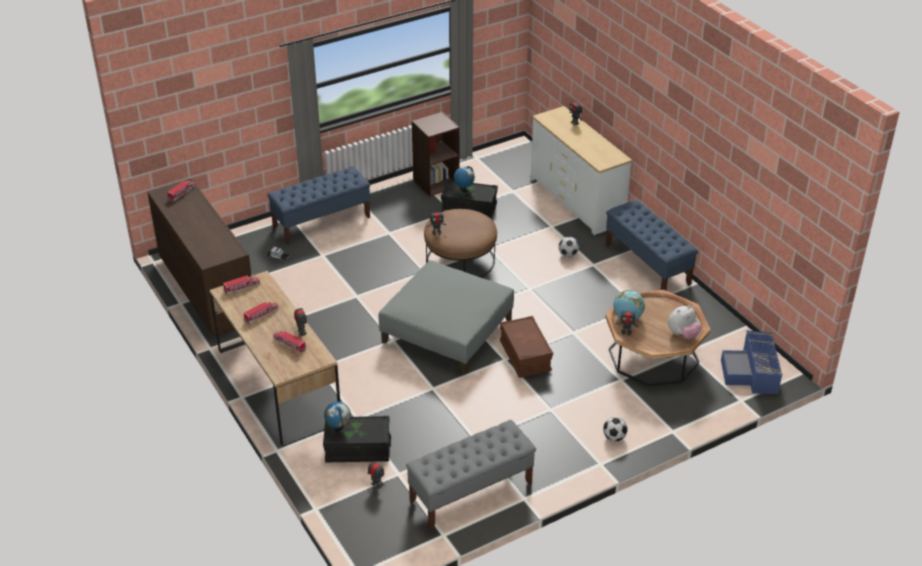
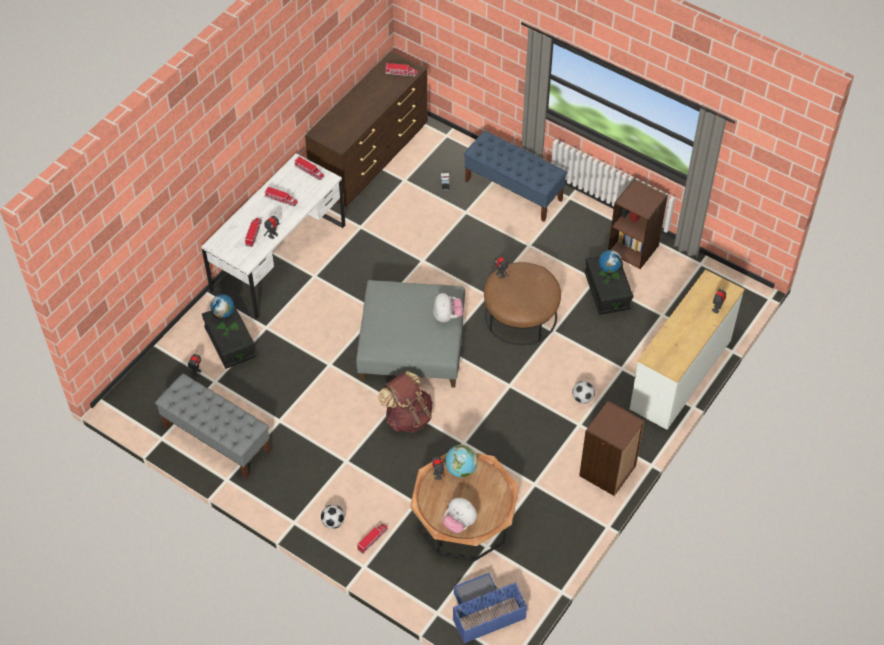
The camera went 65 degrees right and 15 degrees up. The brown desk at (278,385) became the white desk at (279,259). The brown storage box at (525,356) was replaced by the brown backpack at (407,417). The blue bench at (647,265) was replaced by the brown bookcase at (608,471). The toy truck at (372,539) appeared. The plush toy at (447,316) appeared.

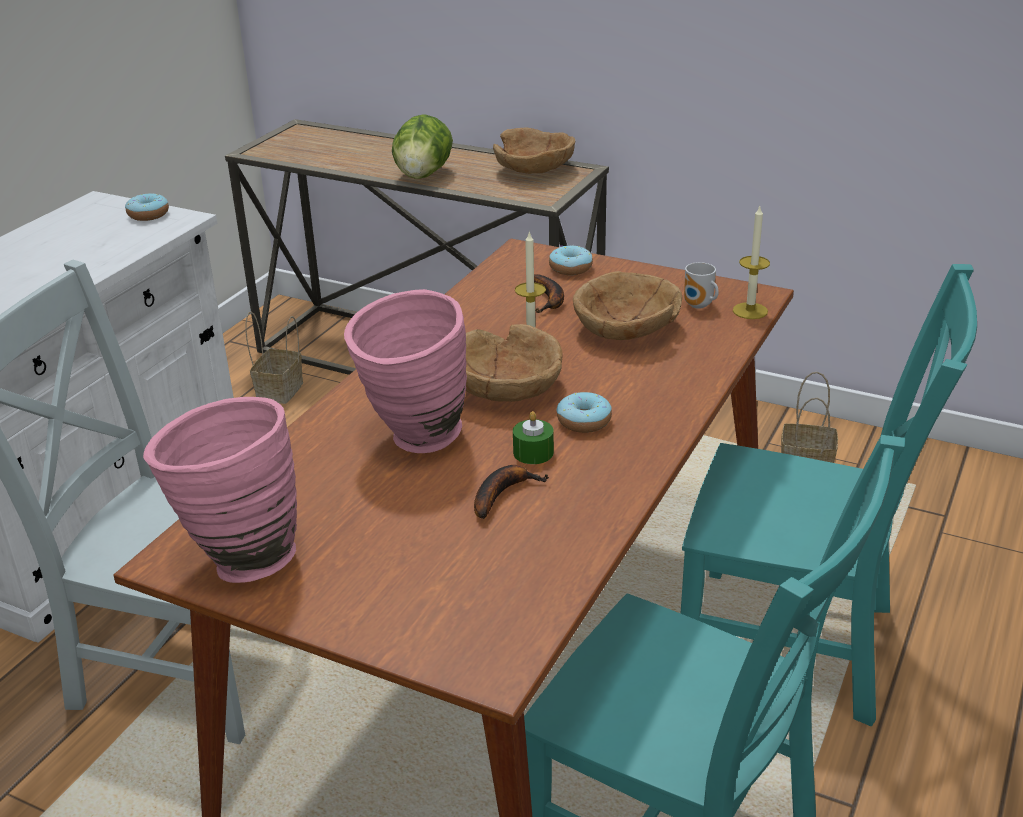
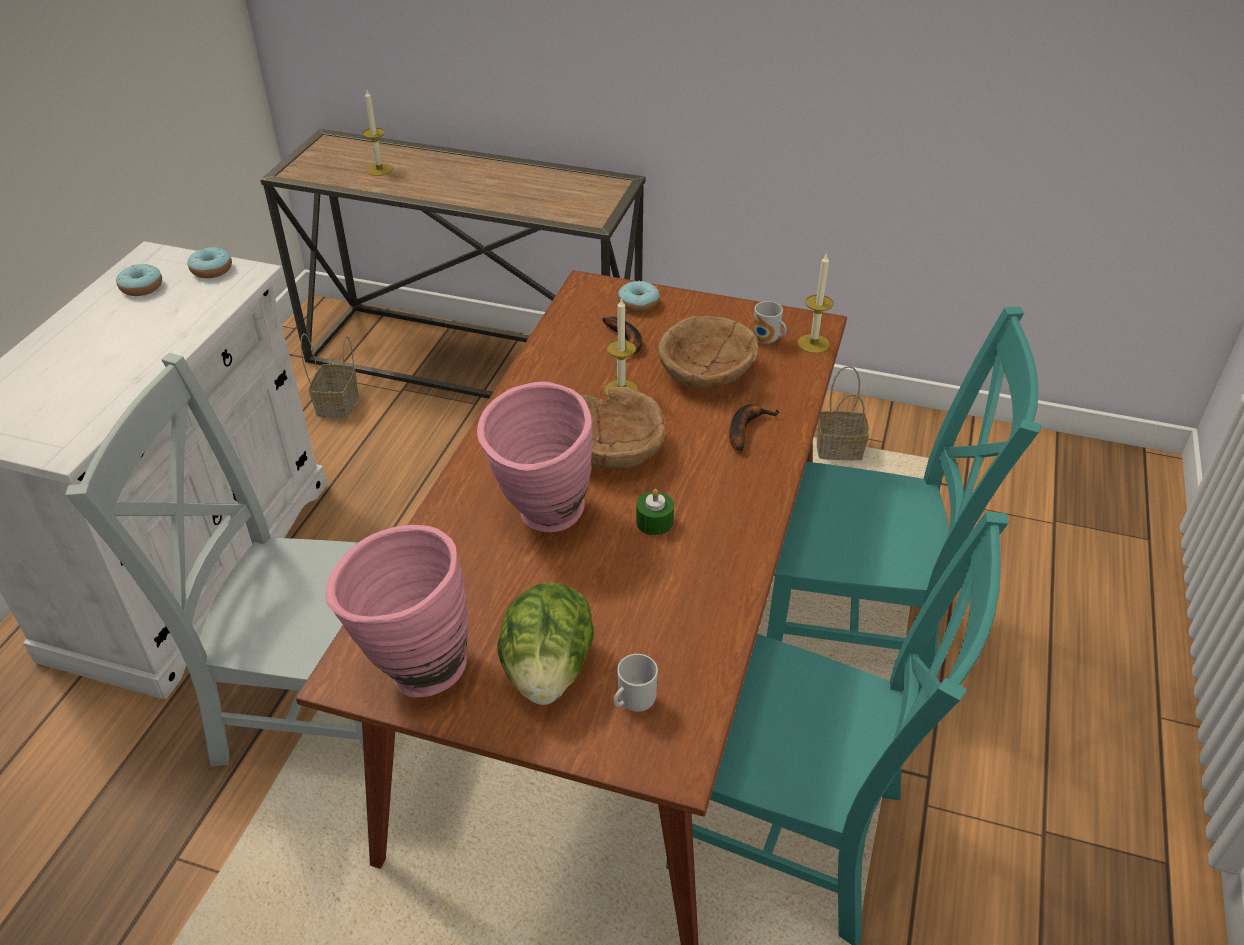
The camera went 10 degrees left and 10 degrees up. The lettuce moved from (423,175) to (548,671). The banana moved from (502,494) to (745,428). The brown bowl at (534,168) disappeared. The donut moved from (584,421) to (141,287). The candle at (379,169) appeared. The mug at (633,702) appeared.

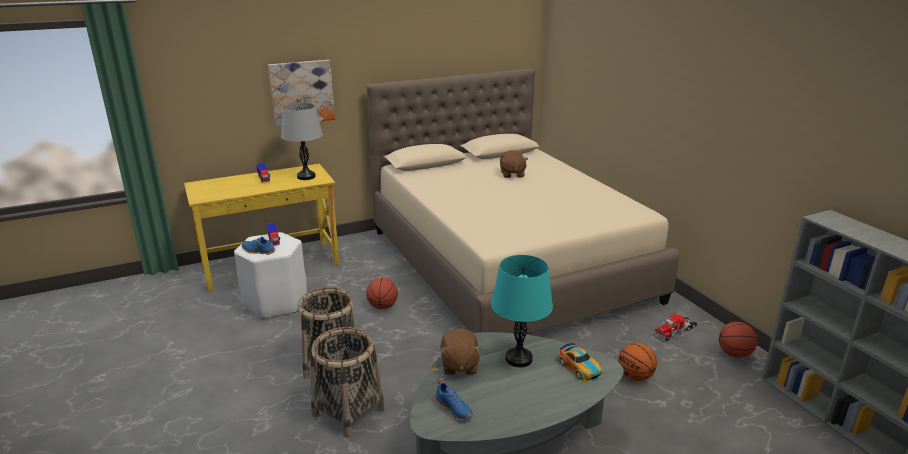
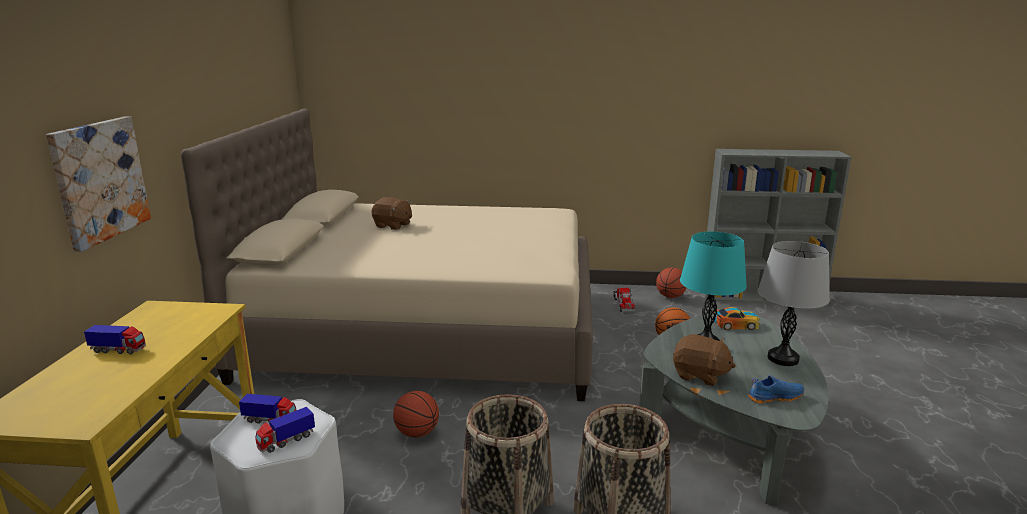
The camera went 60 degrees left and 5 degrees down. The blue shoe at (258,251) was replaced by the toy truck at (286,441). The grey table lamp moved from (306,177) to (783,358).

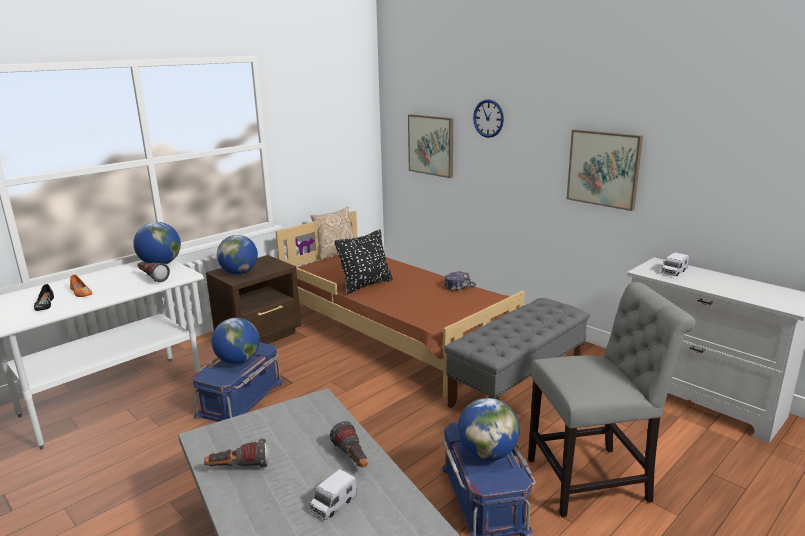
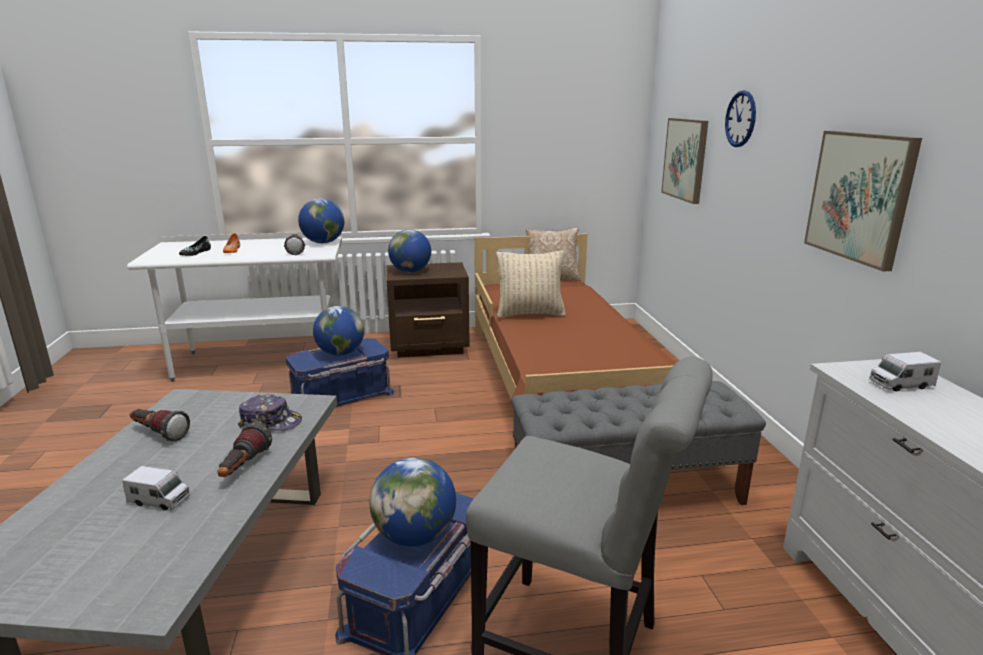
The camera went 35 degrees right and 0 degrees up. The toy truck at (333,504) turned 150 degrees counterclockwise. The black pillow at (365,285) became the beige pillow at (530,314). The cap moved from (459,286) to (271,422).

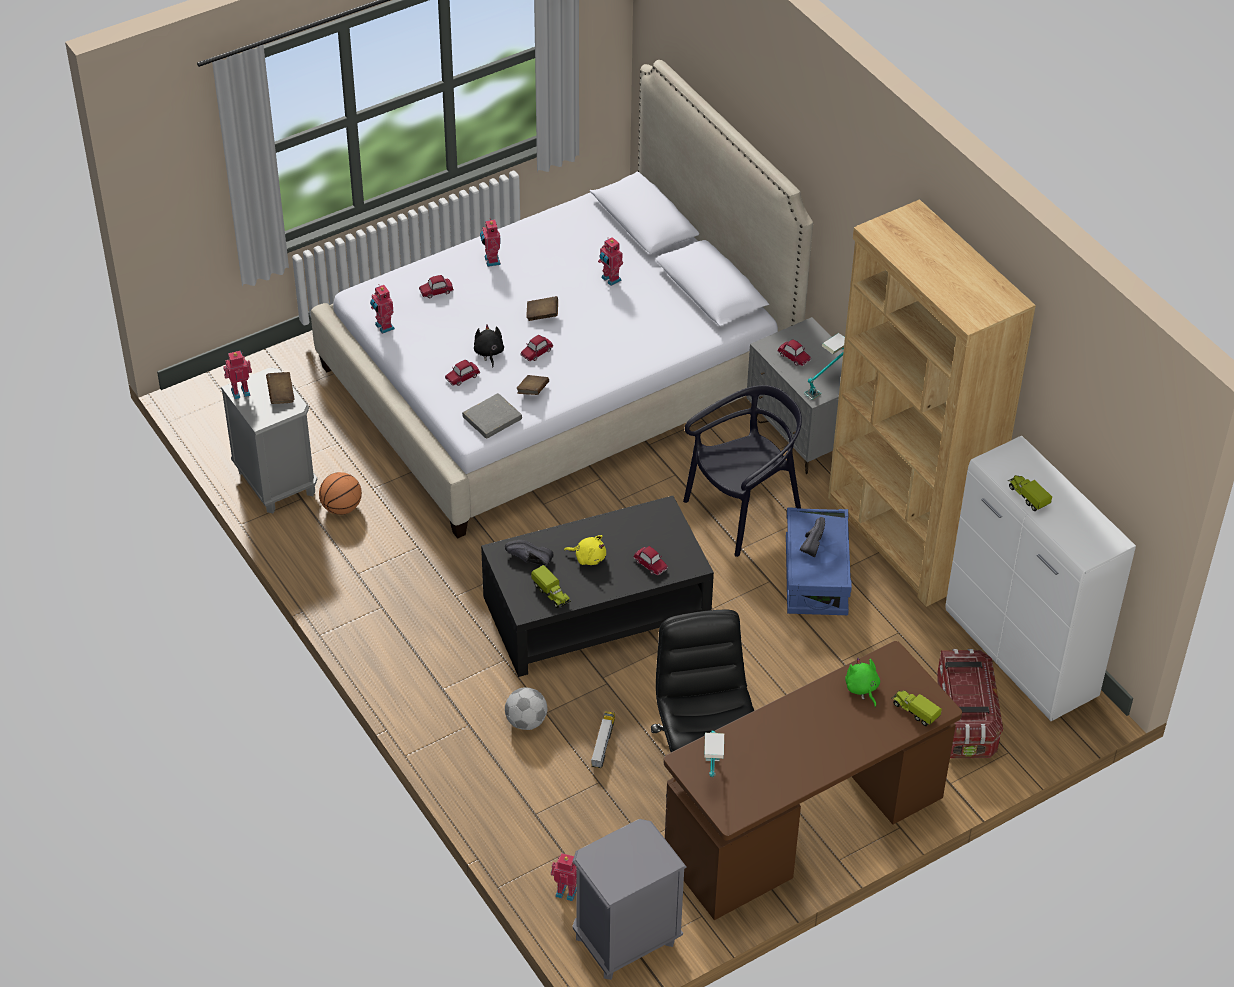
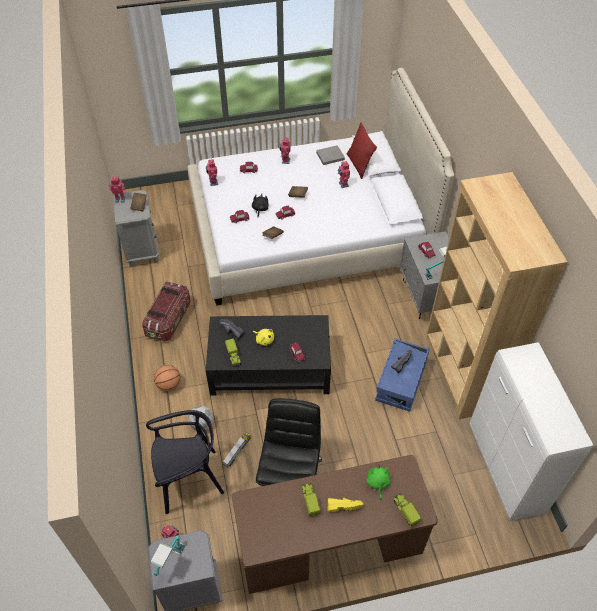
The camera went 20 degrees right and 5 degrees up. The basketball moved from (341,508) to (169,385). The grey book moved from (492,419) to (330,156). The black chair moved from (743,512) to (189,479). The table lamp moved from (712,774) to (171,563). The storage box moved from (965,719) to (169,319). The toy truck moved from (1027,497) to (310,501). The yellow shoe at (343,505) appeared. The red pillow at (359,165) appeared.

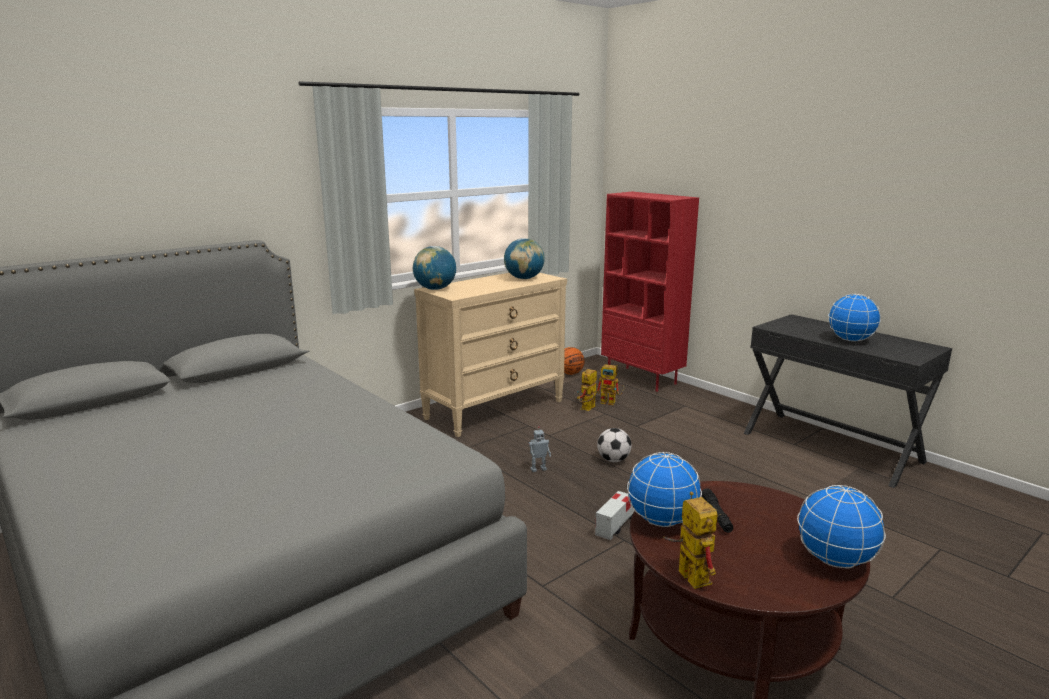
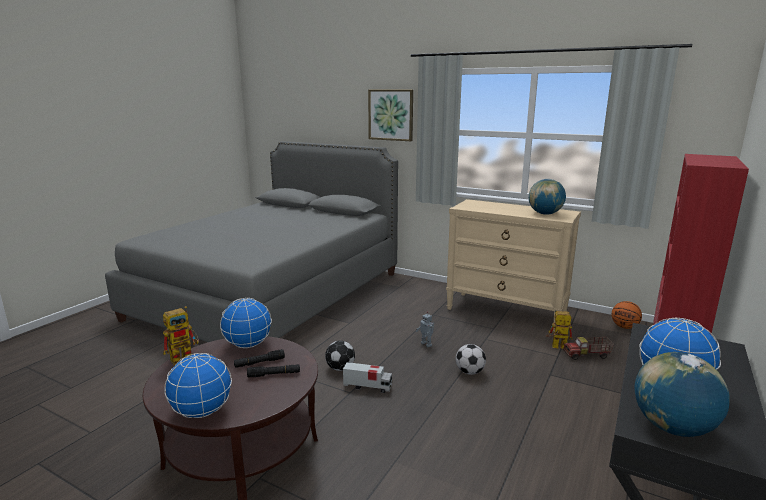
The camera went 70 degrees right and 0 degrees up. The globe moved from (435,289) to (672,427). The toy robot at (611,402) was replaced by the toy truck at (587,355). The black flashlight at (274,374) appeared. The football at (340,368) appeared. The picture at (391,115) appeared.

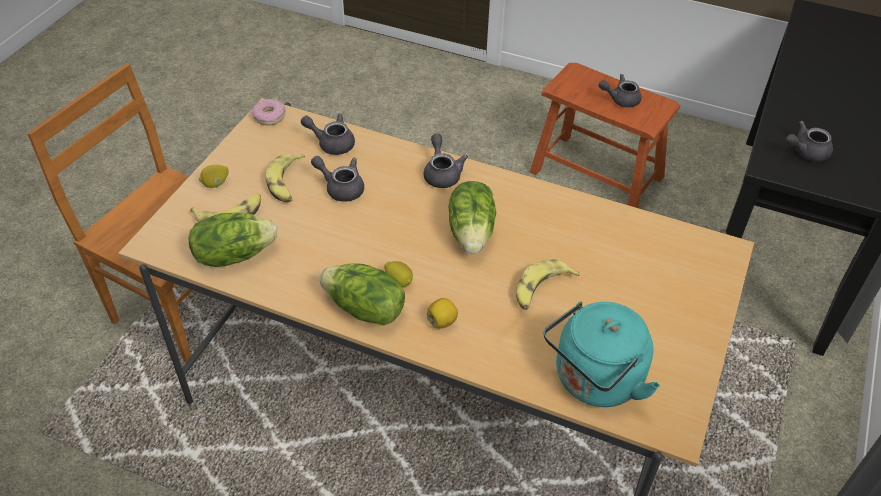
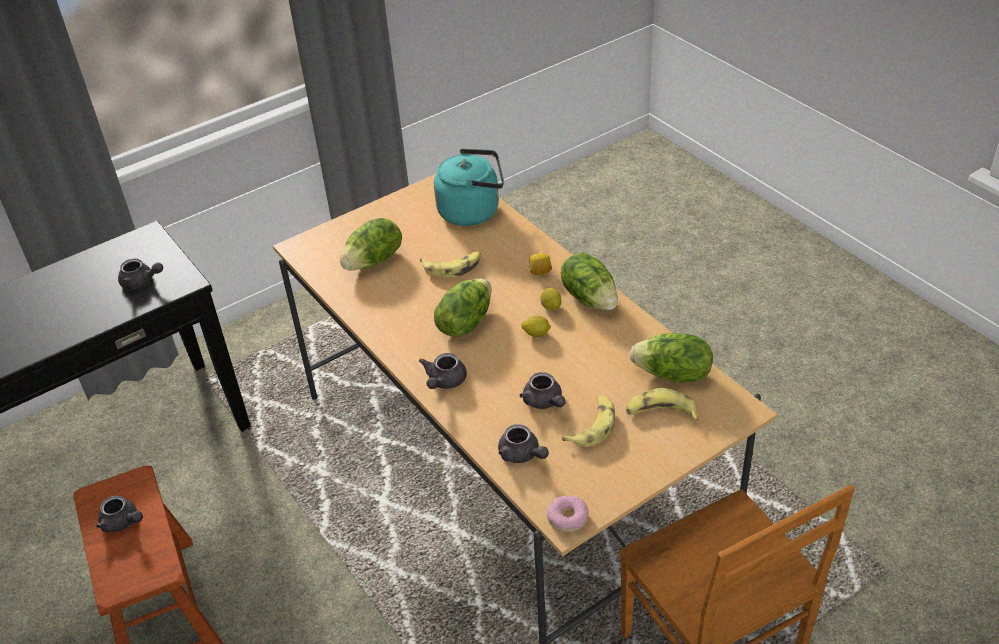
The camera went 145 degrees left and 5 degrees down. The lemon moved from (215,184) to (536,334). The lettuce at (374,261) appeared.

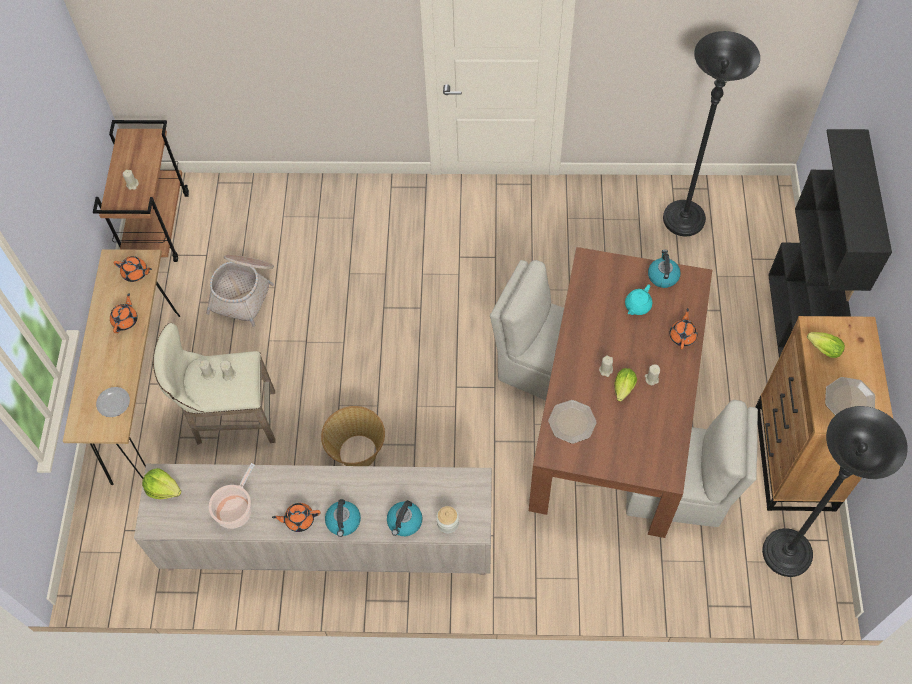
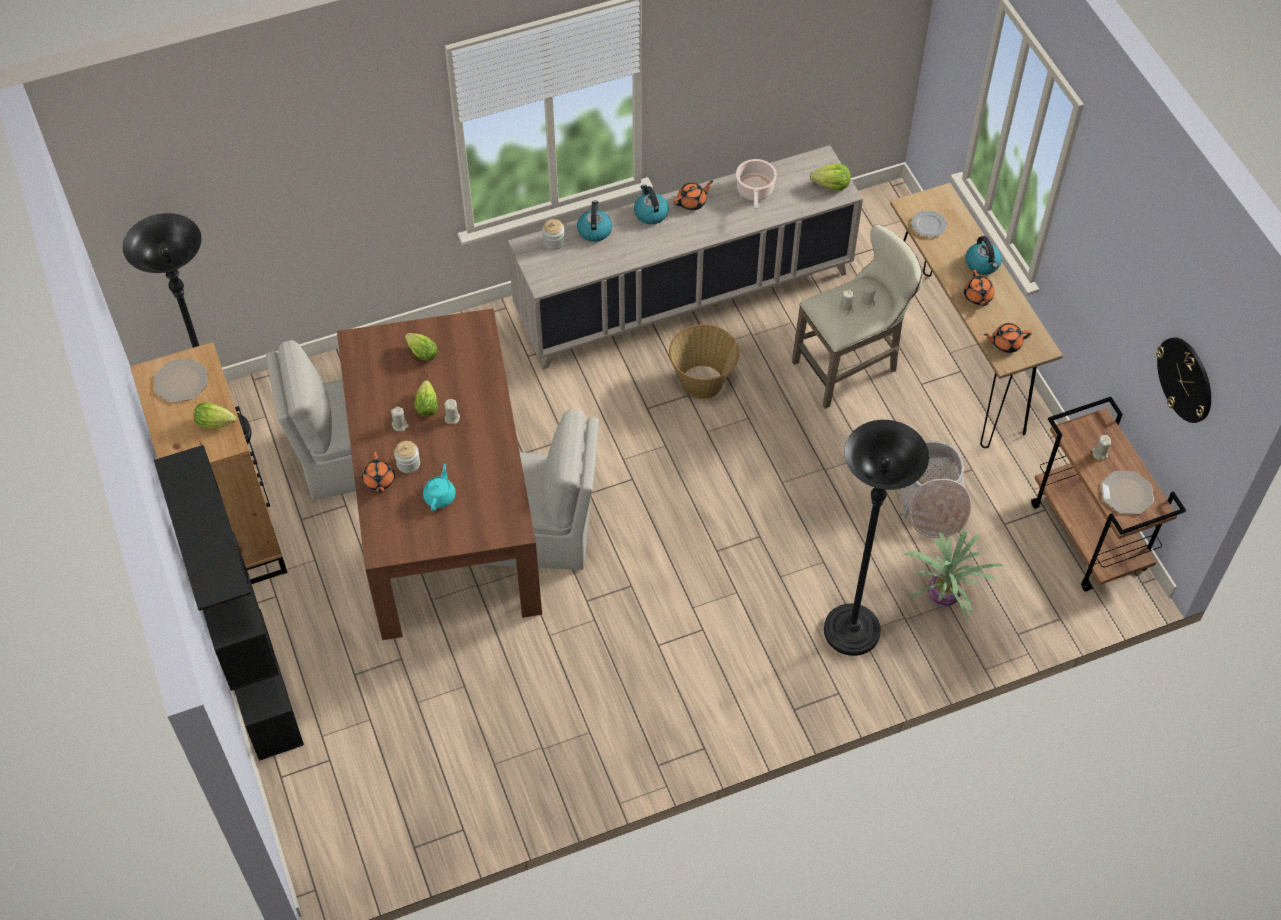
The camera went 155 degrees right and 5 degrees down. The plate moved from (572,422) to (1126,493). The kettle moved from (662,276) to (982,264). The black floor lamp moved from (683,220) to (851,631). The jar at (408,464) appeared. The lettuce at (421,352) appeared. The potted plant at (944,597) appeared. The wall clock at (1185,379) appeared.

